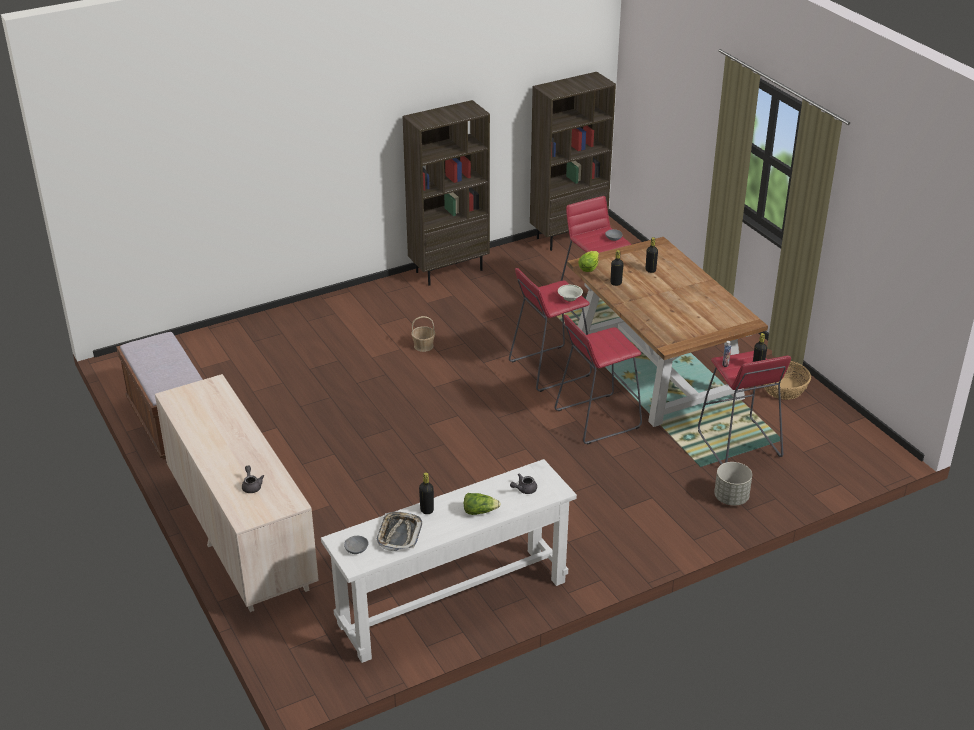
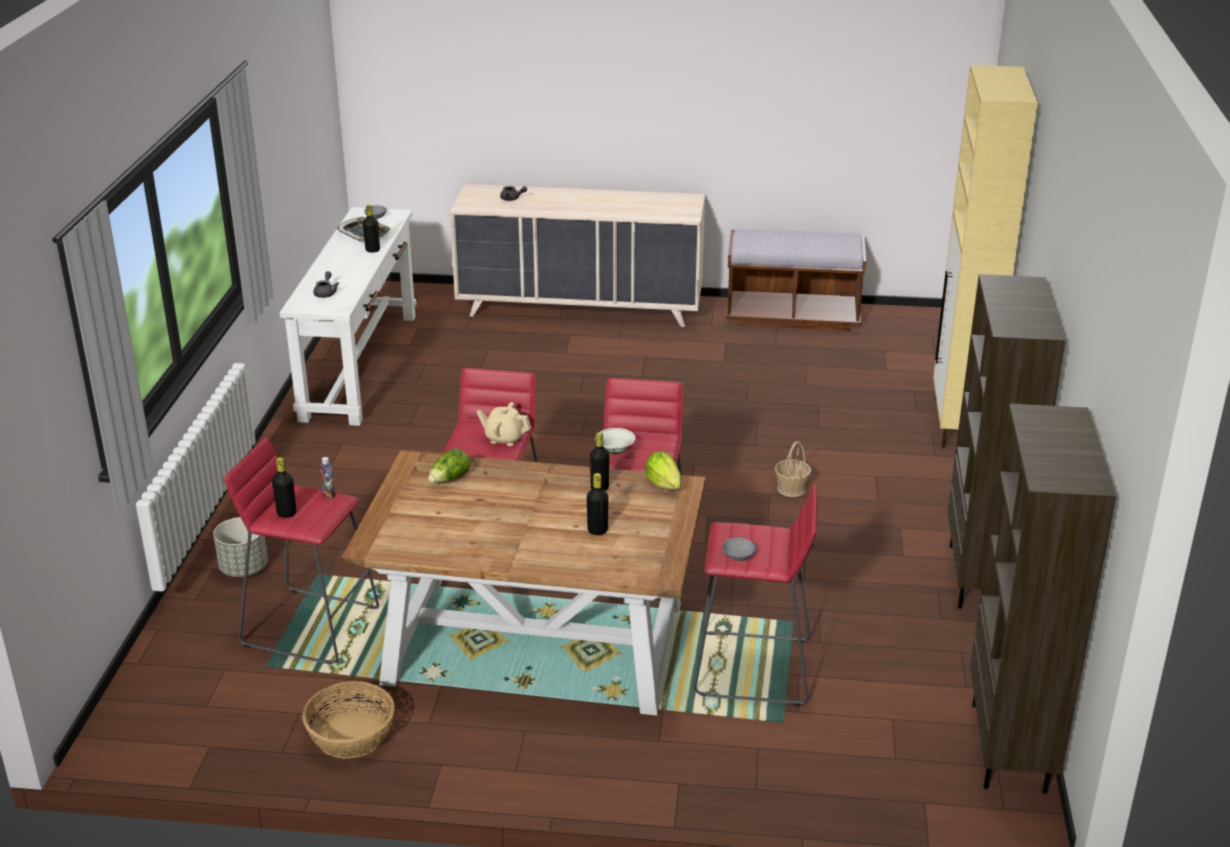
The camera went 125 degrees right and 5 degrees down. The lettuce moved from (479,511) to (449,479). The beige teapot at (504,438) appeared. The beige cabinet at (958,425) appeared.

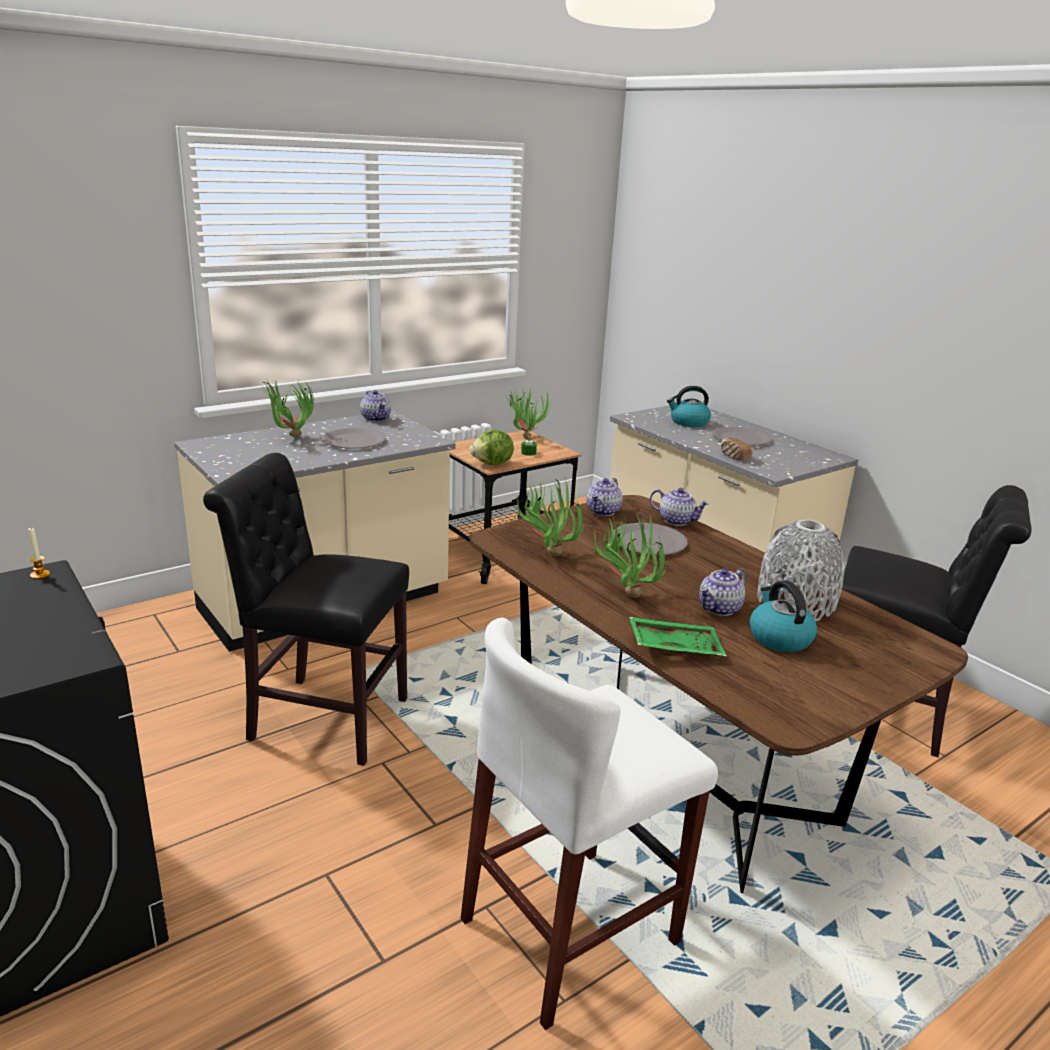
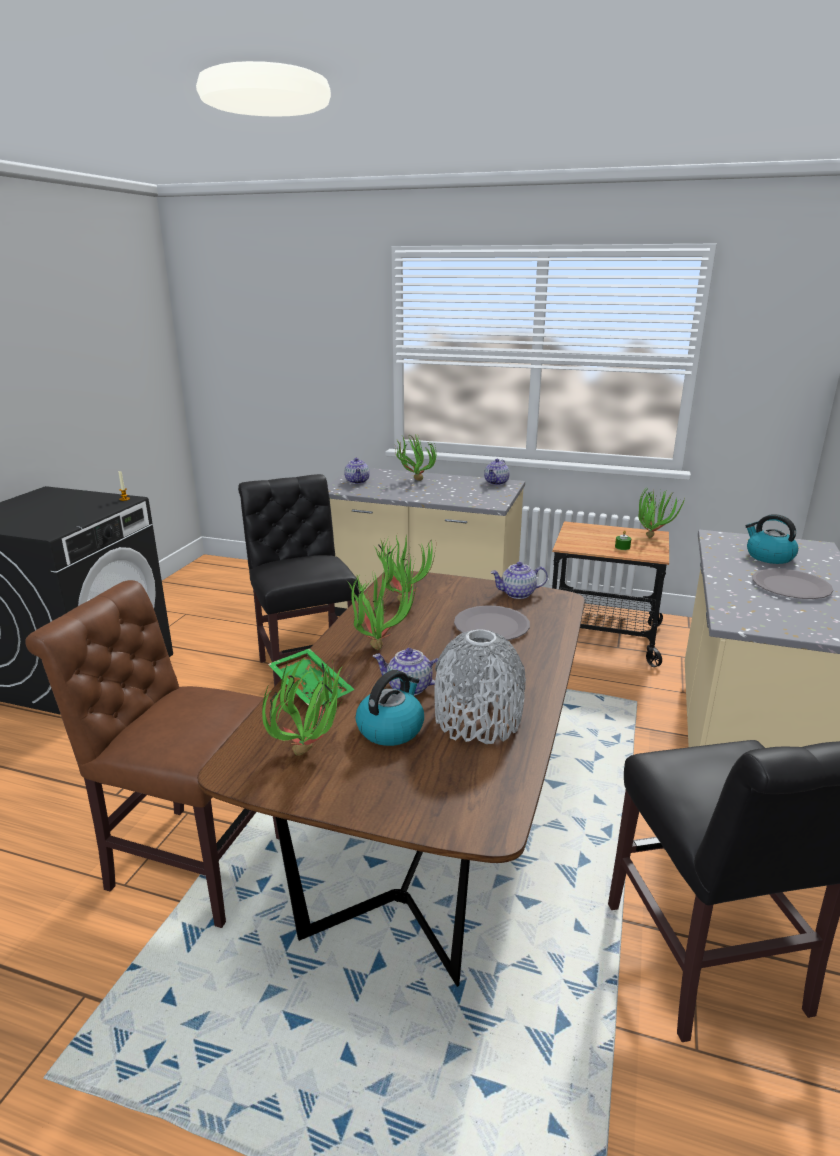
The camera went 55 degrees right and 0 degrees up. The grey plate at (354,441) disappeared. The white stool at (570,931) was replaced by the brown chair at (190,860). The lettuce at (492,464) disappeared. The teapot moved from (677,521) to (357,481). The bread at (733,456) disappeared. The potted plant at (313,751) appeared.

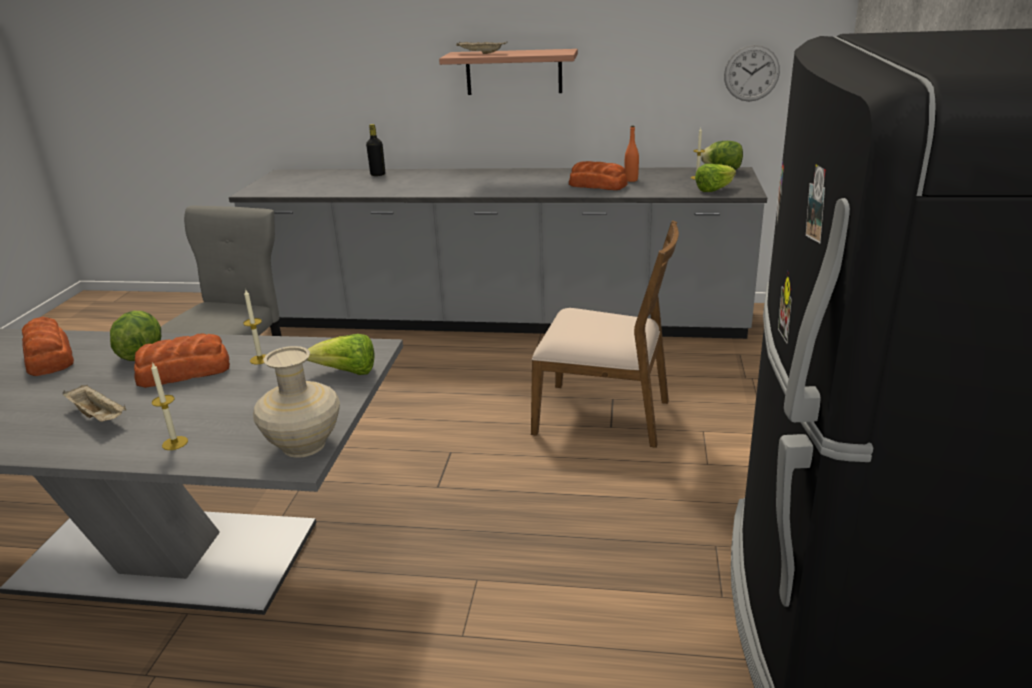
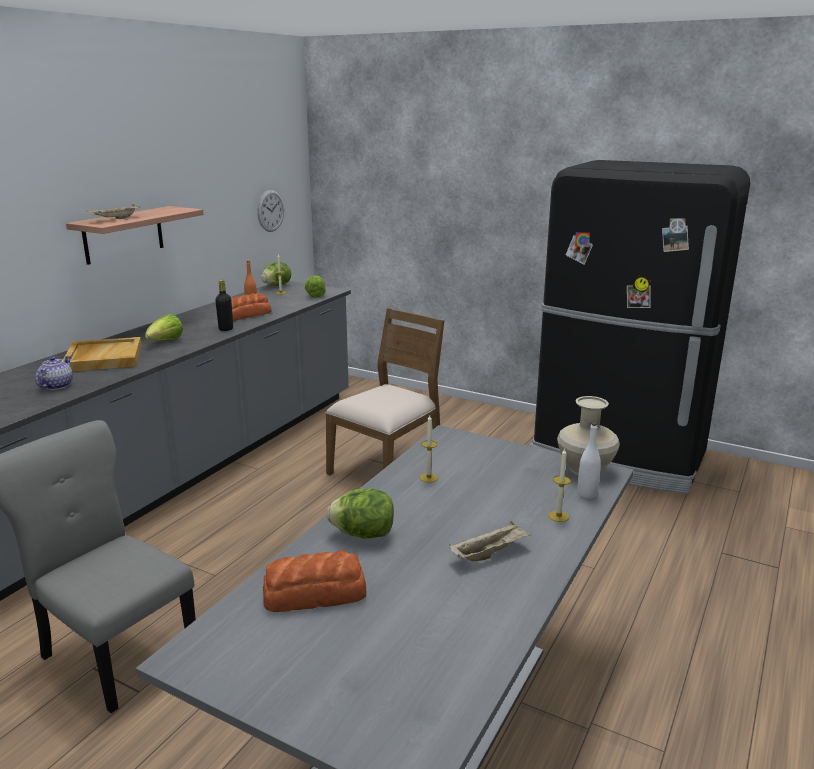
The camera went 70 degrees left and 5 degrees down. The bread at (183,372) disappeared. The lettuce moved from (347,373) to (165,342). The black bottle moved from (378,174) to (226,329). The teapot at (56,386) appeared. The beige tray at (103,357) appeared. The white bottle at (587,494) appeared.

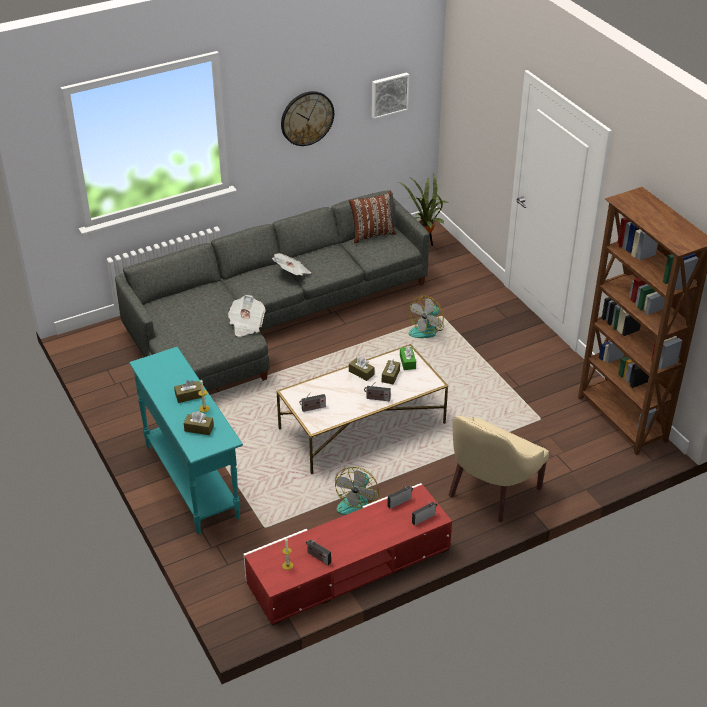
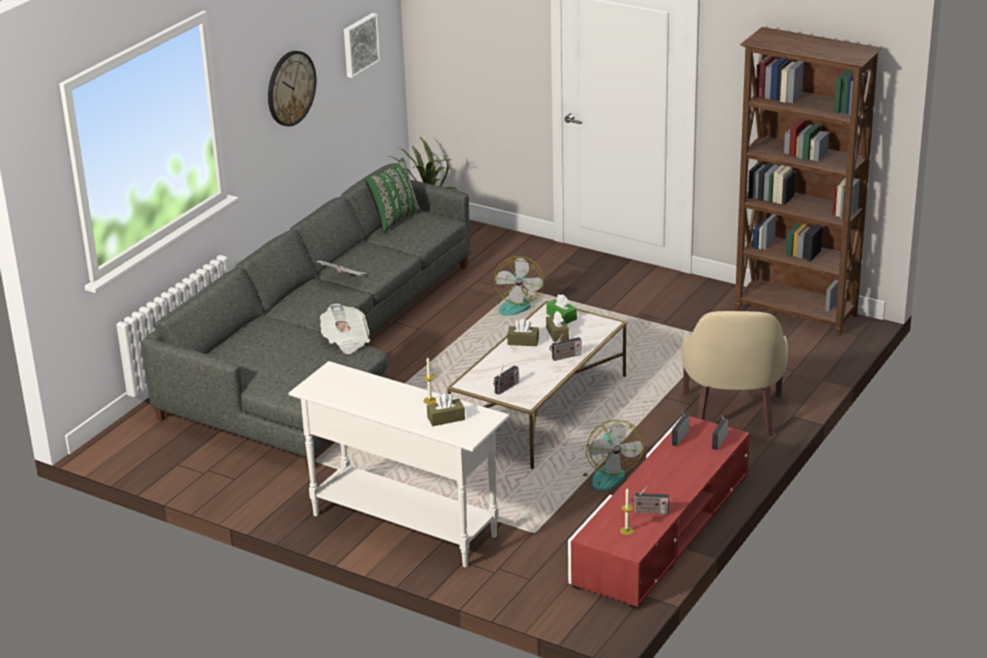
The camera went 30 degrees left and 10 degrees down. The turquoise console table at (192,480) became the white console table at (404,524). The brown tissue box at (189,396) disappeared. The brown pillow at (371,234) became the green pillow at (394,219).

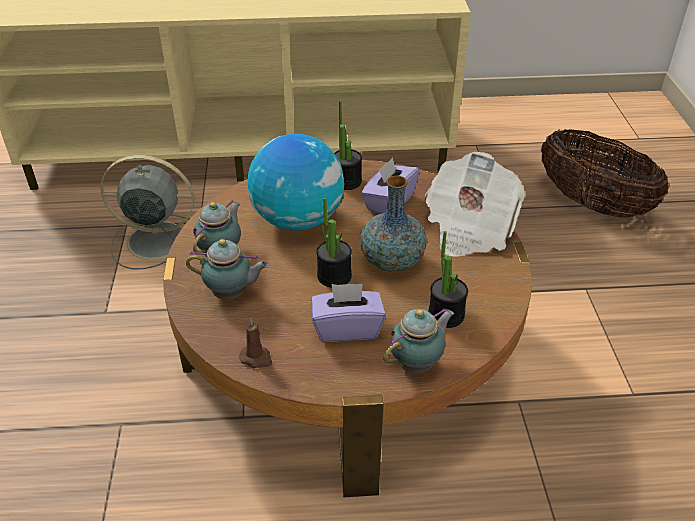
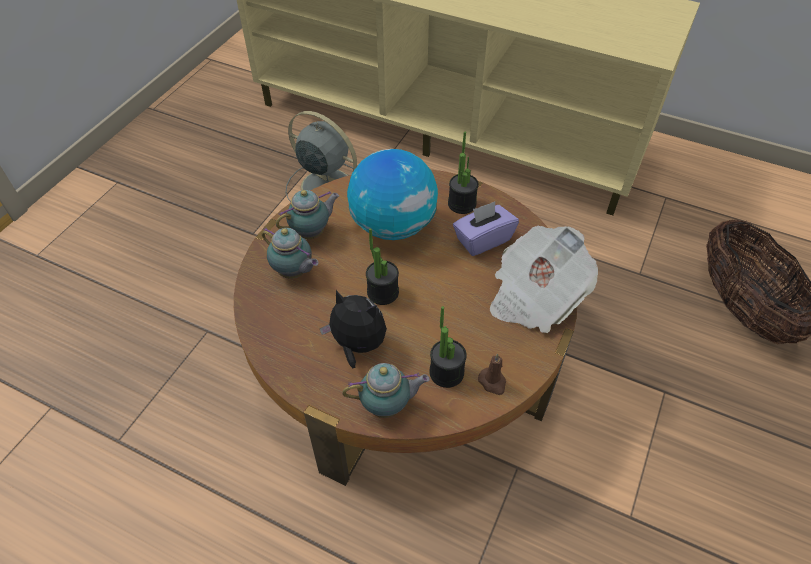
The camera went 30 degrees right and 10 degrees up. The brown candle moved from (256,358) to (493,382). The purple tissue box at (347,328) was replaced by the plush toy at (357,345). The vase at (391,261) disappeared.

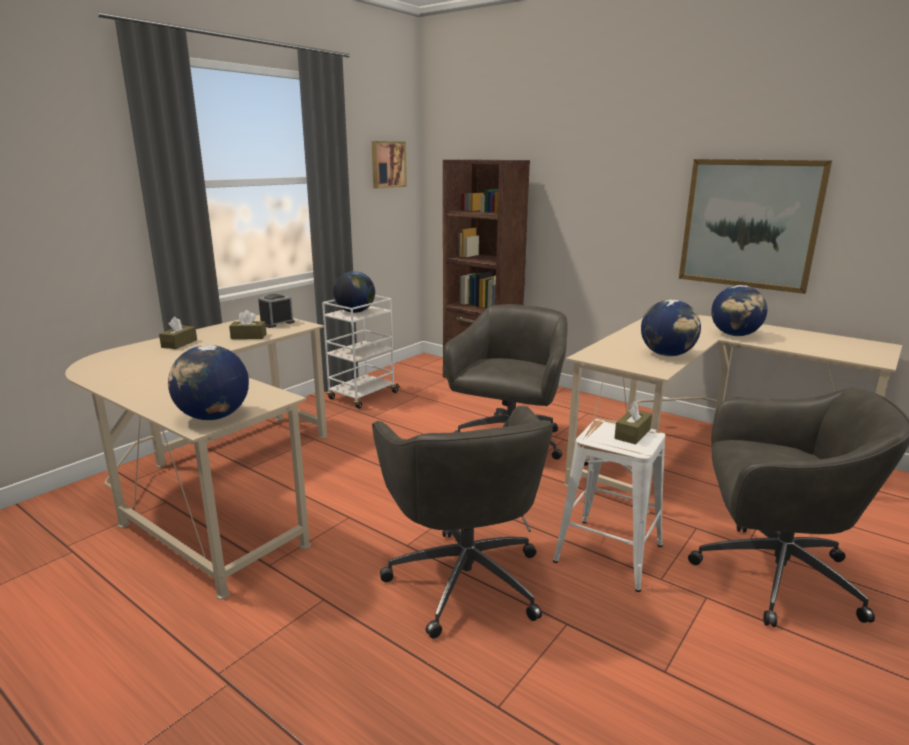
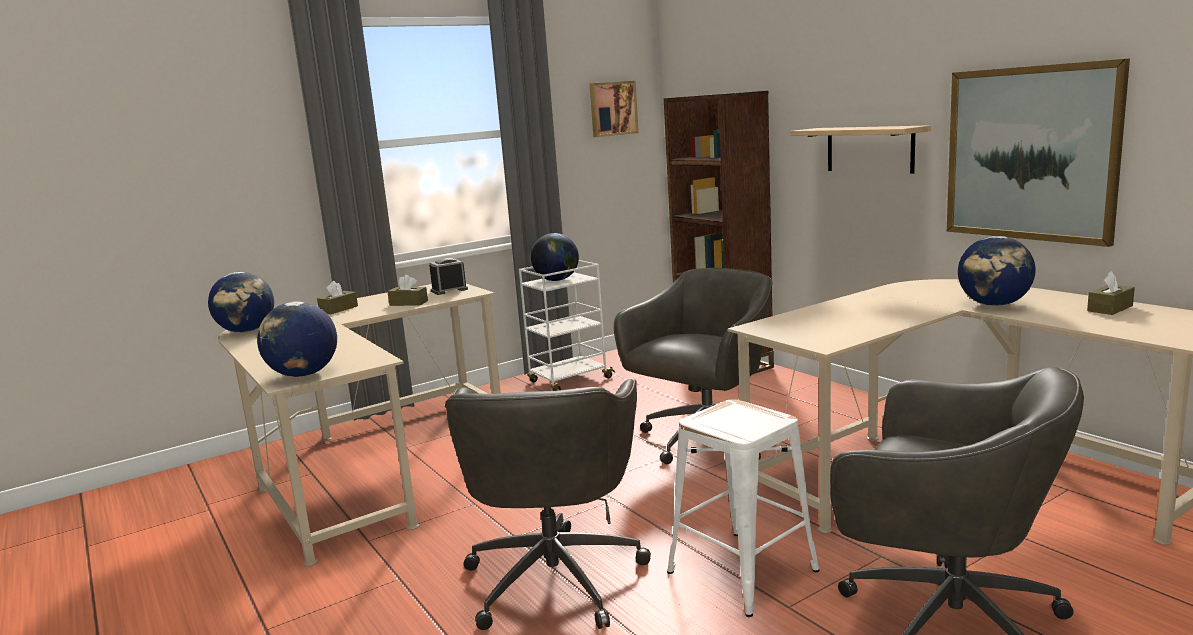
The camera went 20 degrees right and 5 degrees down. The brown tissue box moved from (632,434) to (1110,308). The globe moved from (667,355) to (247,331). The shelf at (869,149) appeared.

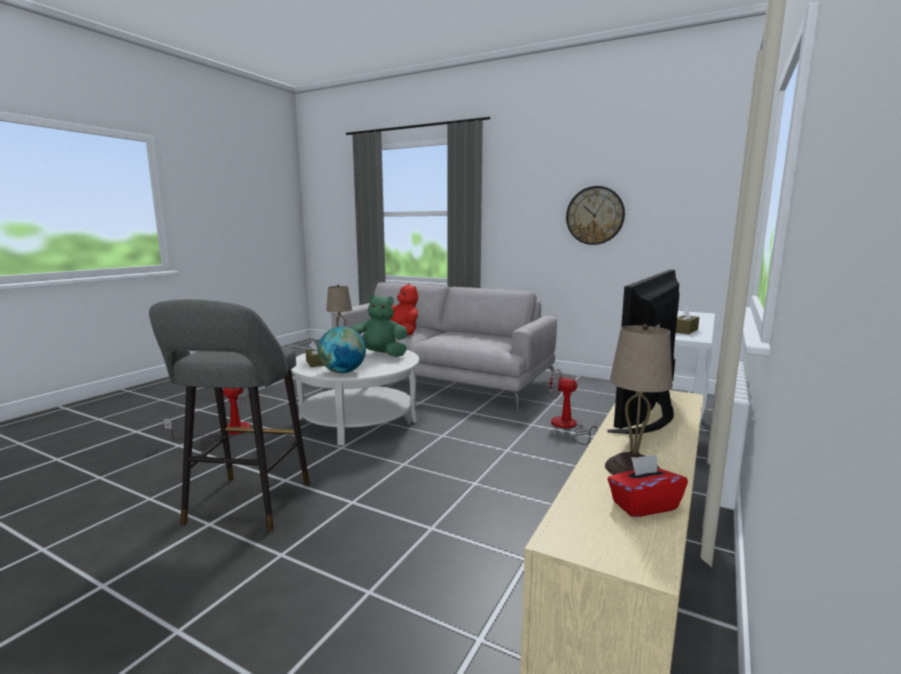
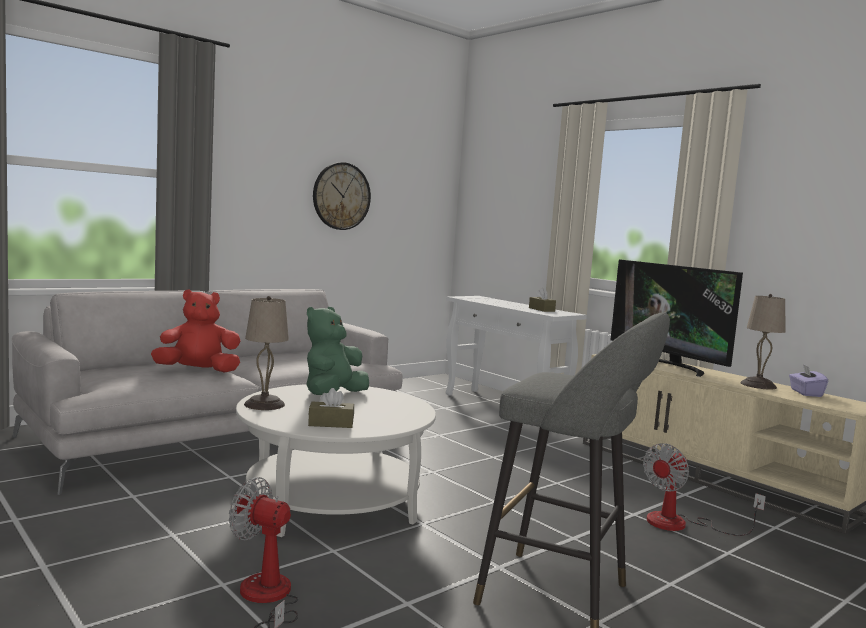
The camera went 70 degrees left and 5 degrees down. The globe at (343,372) disappeared. The fan moved from (568,427) to (681,524). The red tissue box at (643,505) became the purple tissue box at (805,393).

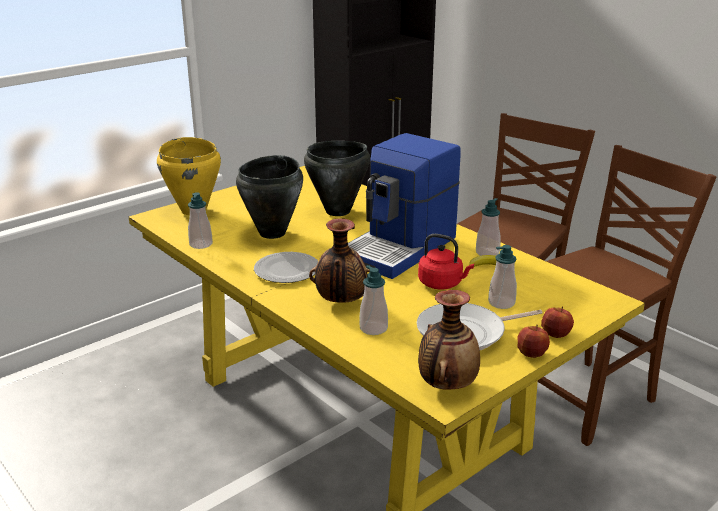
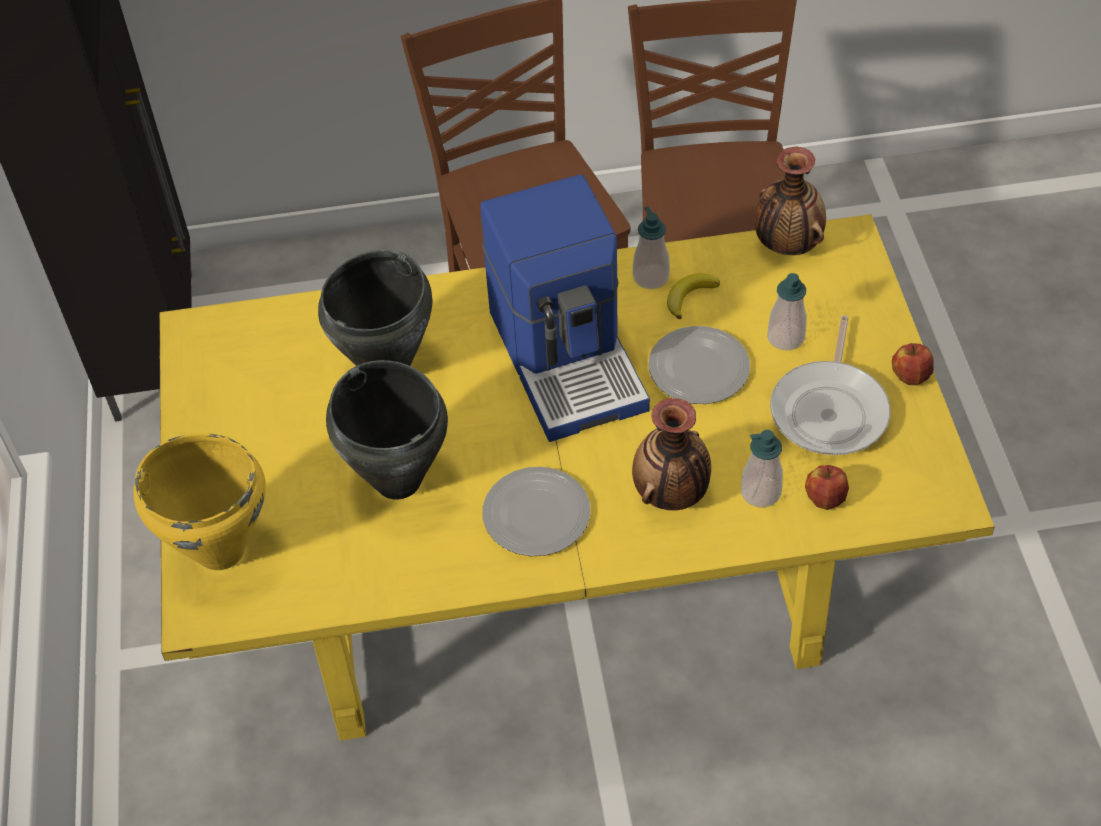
The camera went 55 degrees left and 25 degrees up. The soap dispenser at (201,244) disappeared. The red kettle at (442,284) was replaced by the plate at (699,367). The vase moved from (446,385) to (786,244). The apple moved from (555,334) to (824,499).

